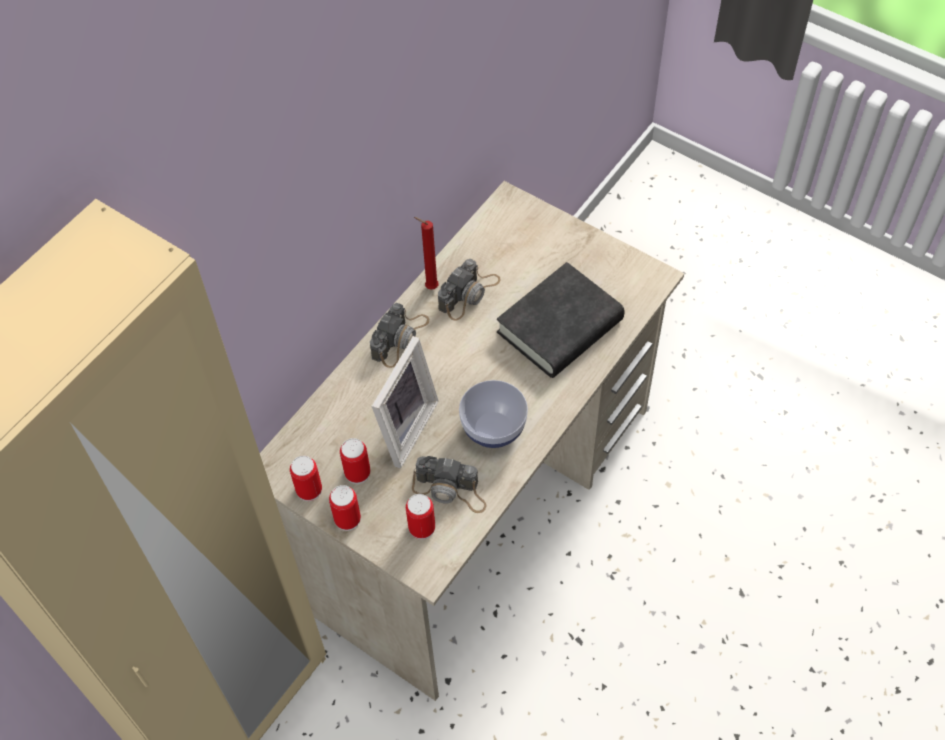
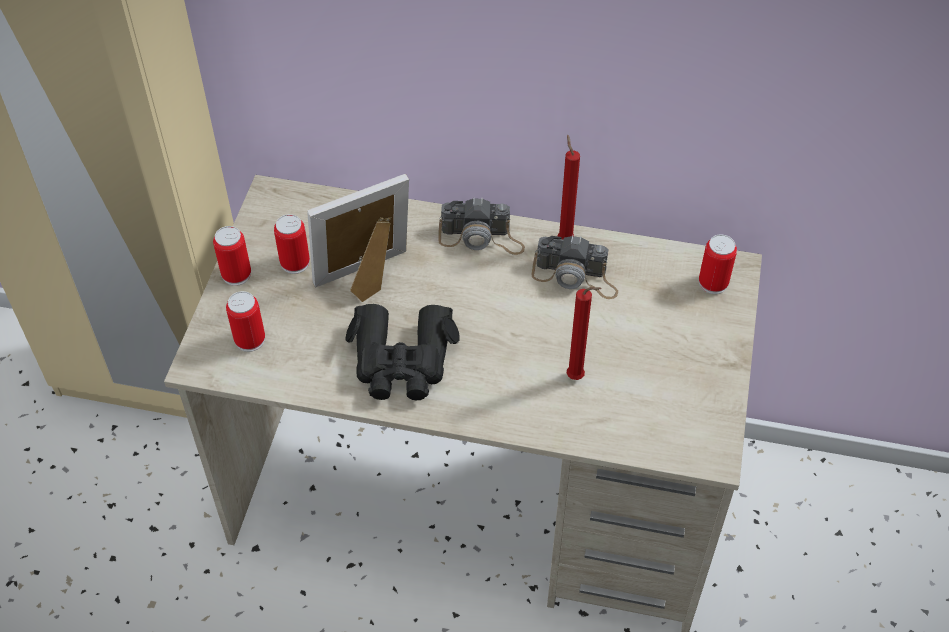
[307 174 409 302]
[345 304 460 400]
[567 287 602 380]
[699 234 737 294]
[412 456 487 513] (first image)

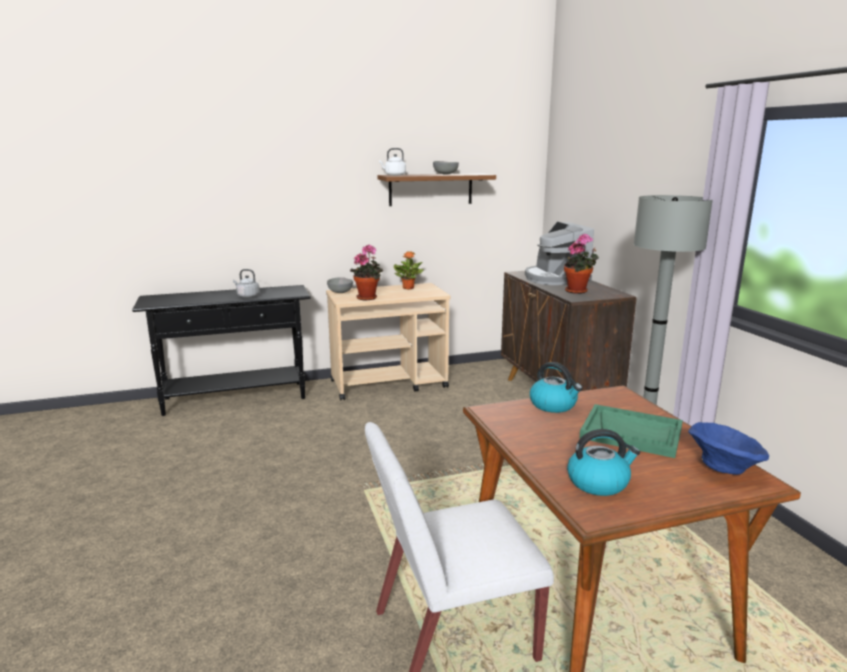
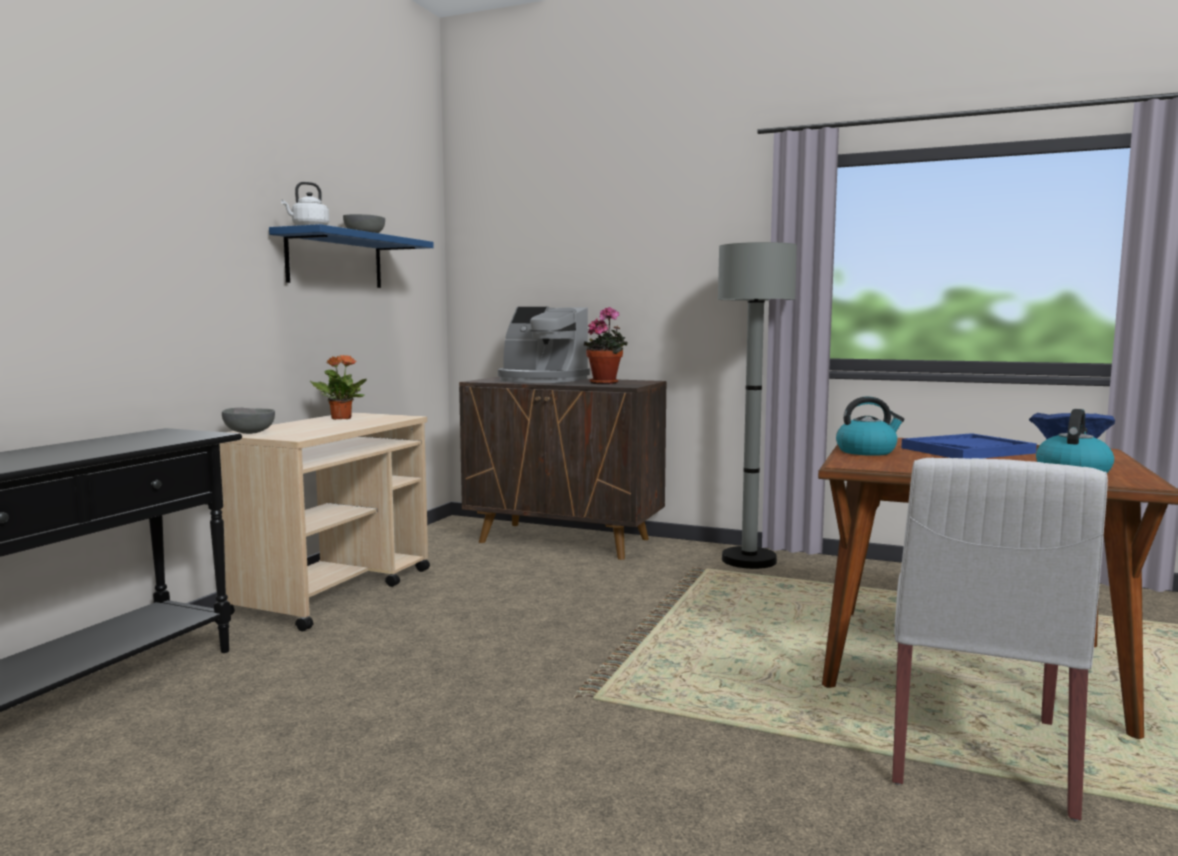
[269 224 434 288]
[901 433 1037 459]
[233 269 260 298] (first image)
[350 245 383 300] (first image)

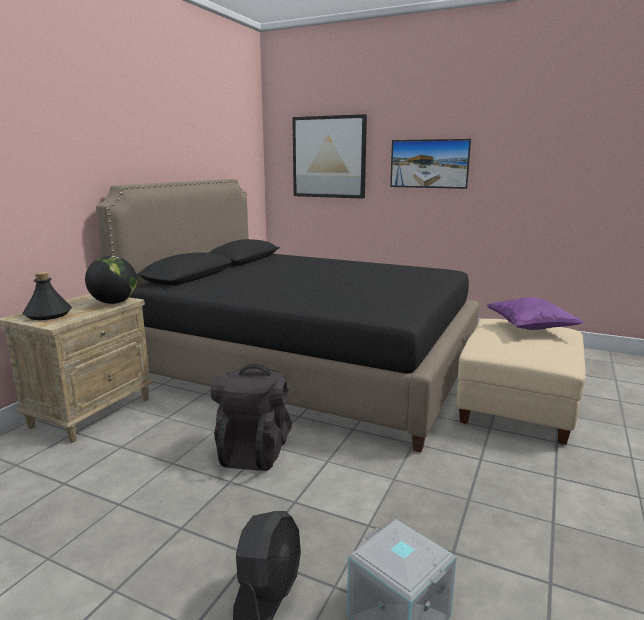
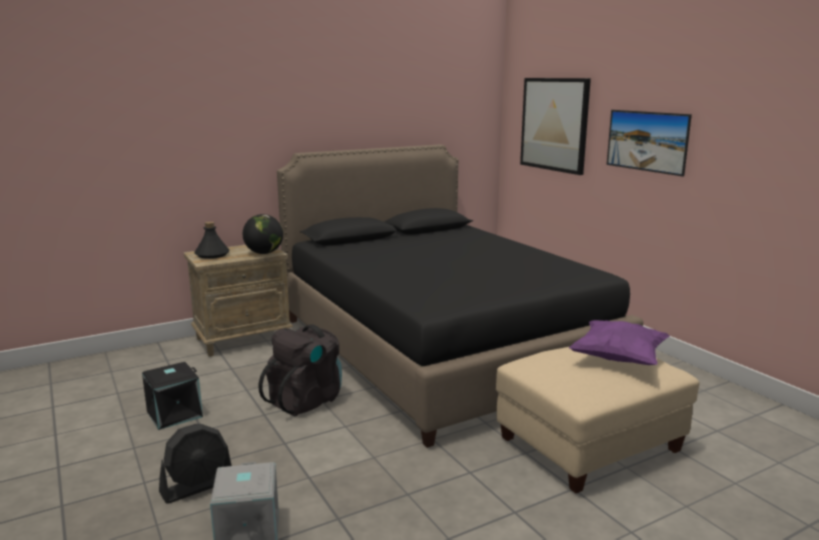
[142 362 203 430]

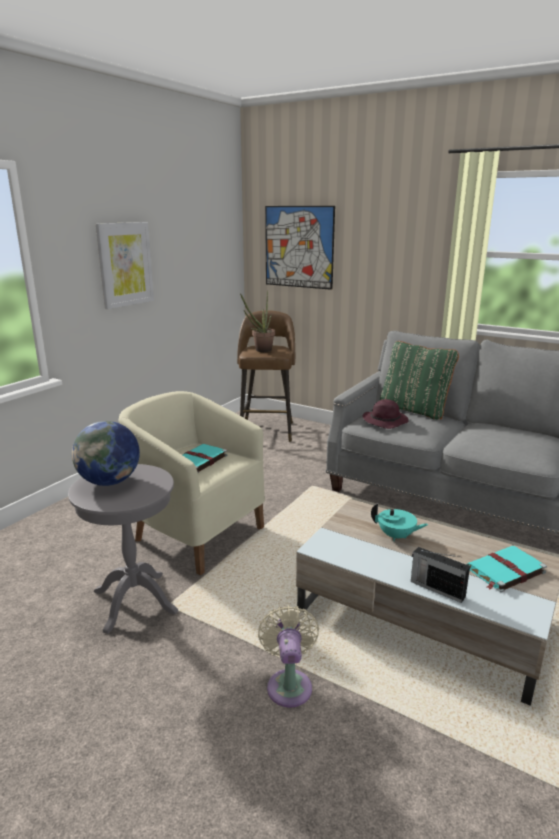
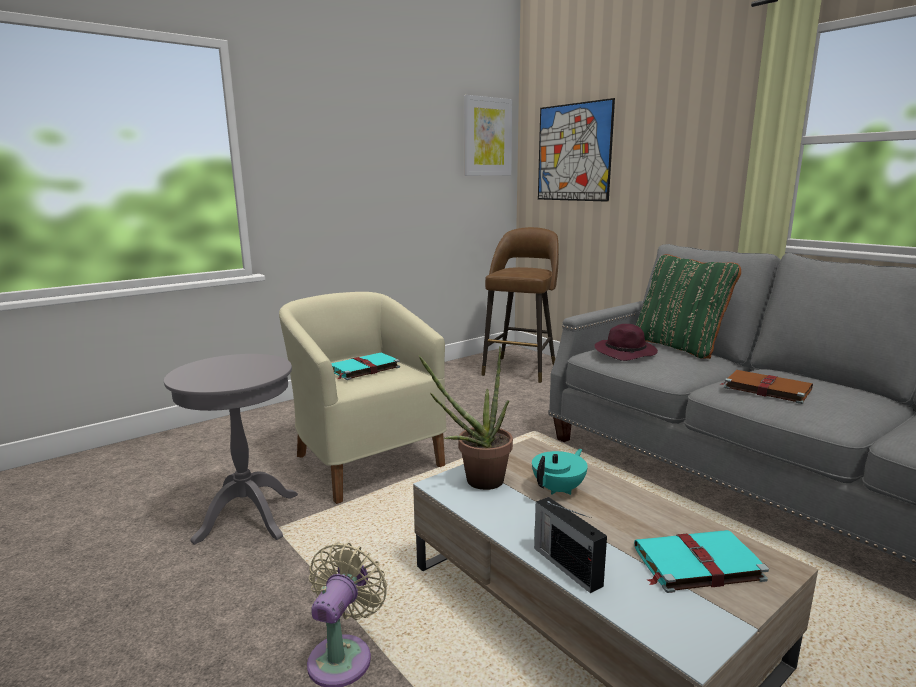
[419 346 513 490]
[464 95 512 176]
[532 449 588 495]
[721 370 813 404]
[72 421 140 486] (first image)

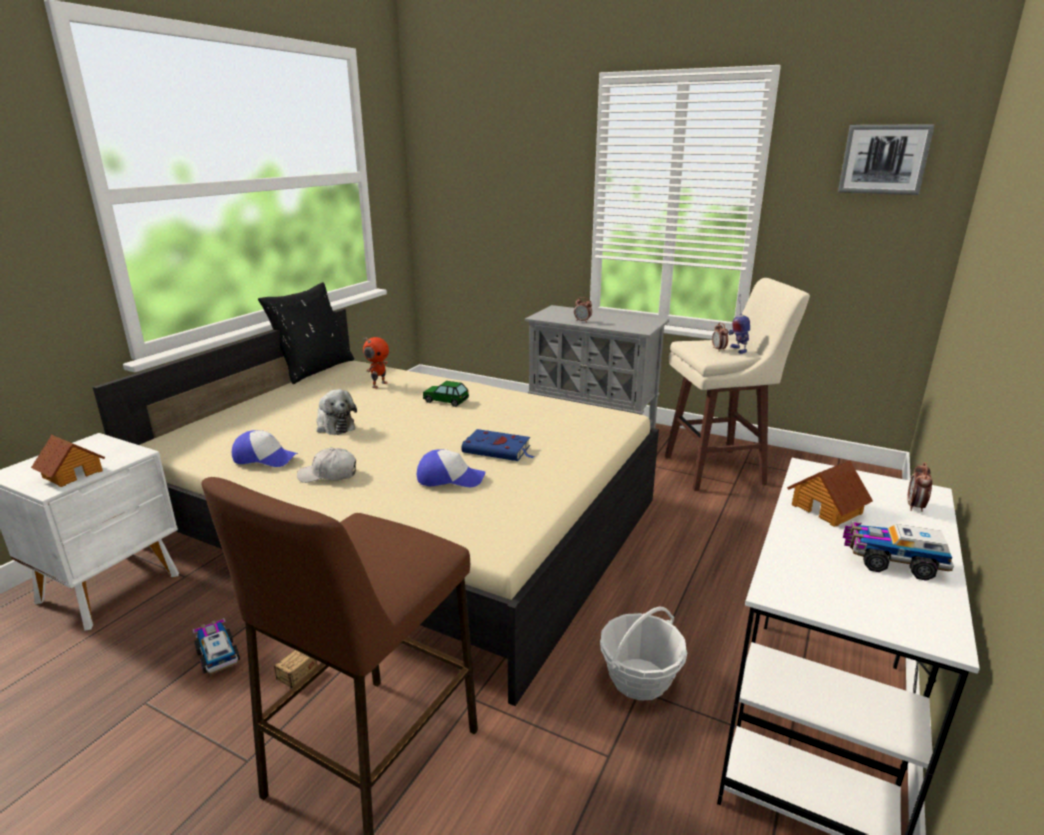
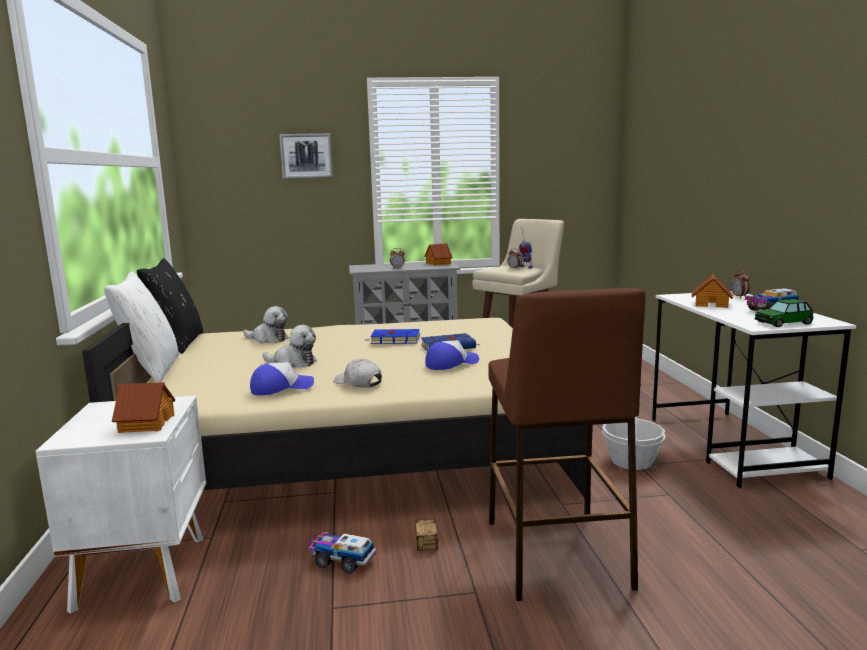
[104 271 179 383]
[243 306 289 343]
[279 133 333 179]
[334 359 382 388]
[364 329 420 344]
[425 243 453 265]
[755 299 814 327]

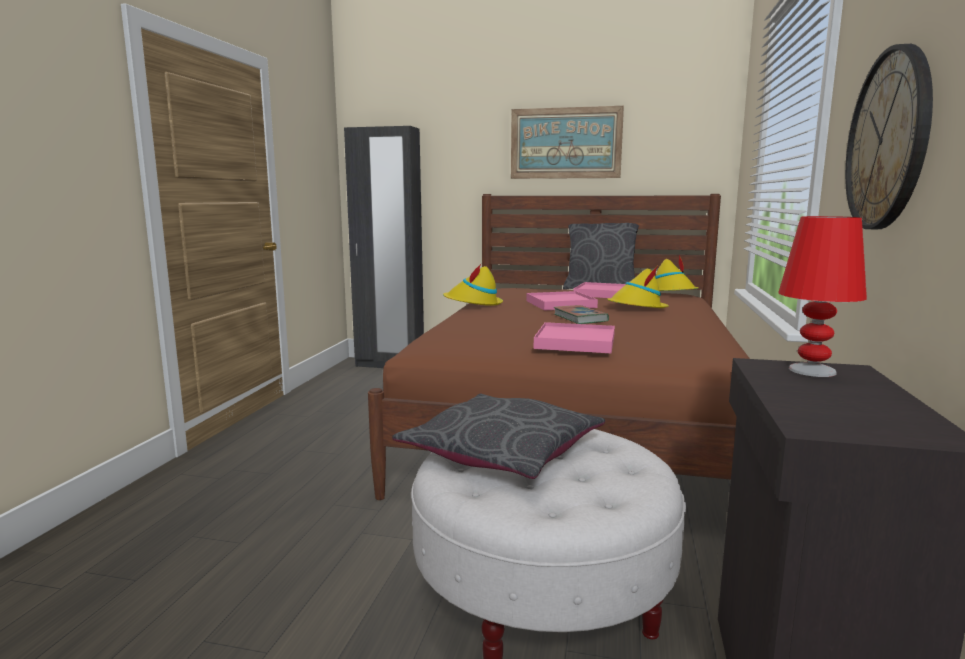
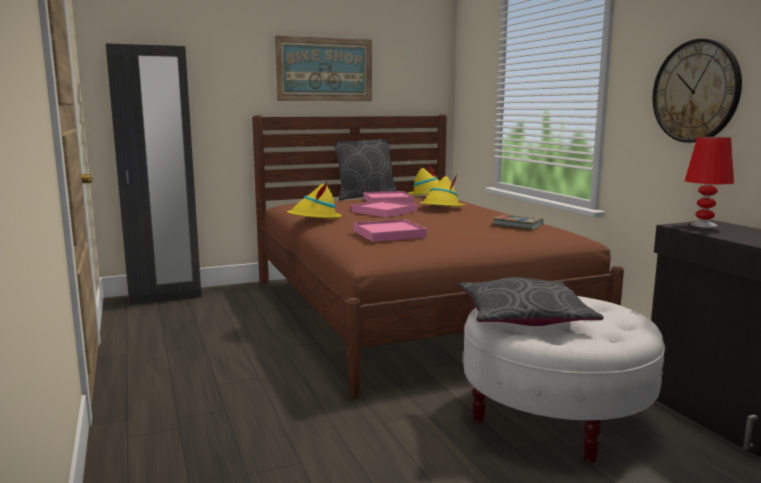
[354 219 427 242]
[493 215 543 230]

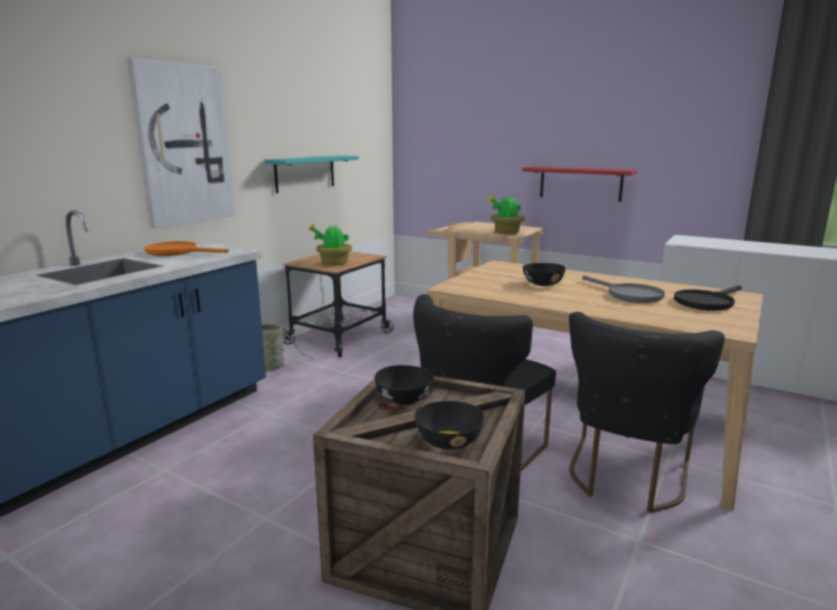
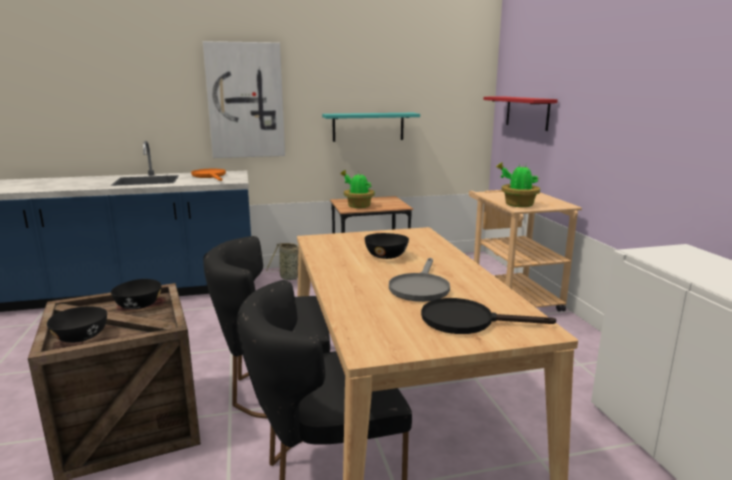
[483 97 558 131]

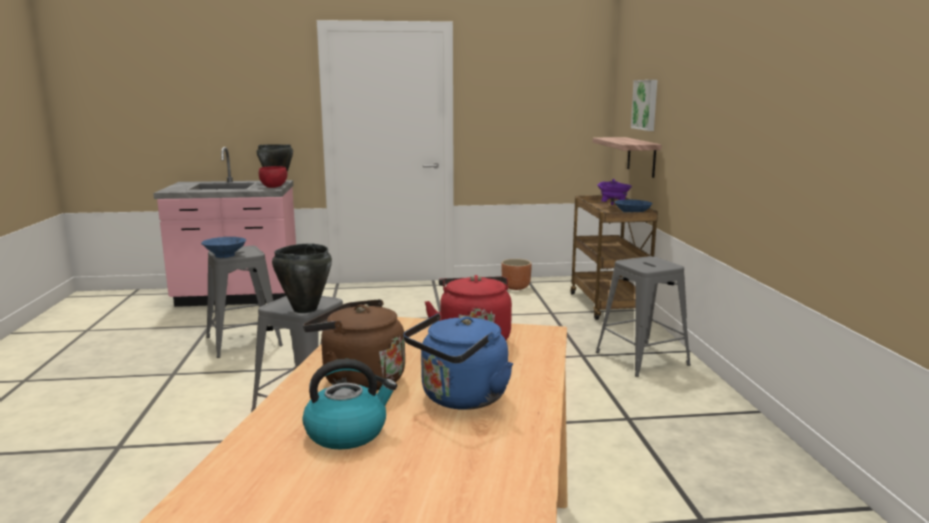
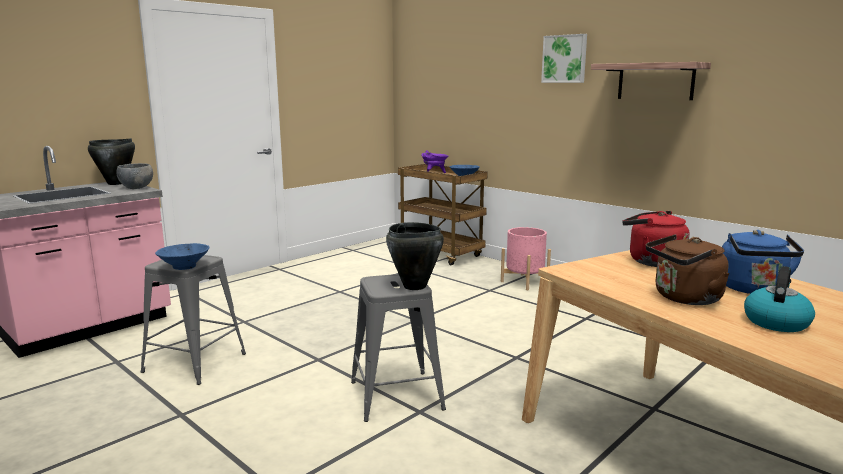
[117 163 153 189]
[501 227 551 290]
[541 34 587 83]
[591 62 711 100]
[501 259 532 290] (first image)

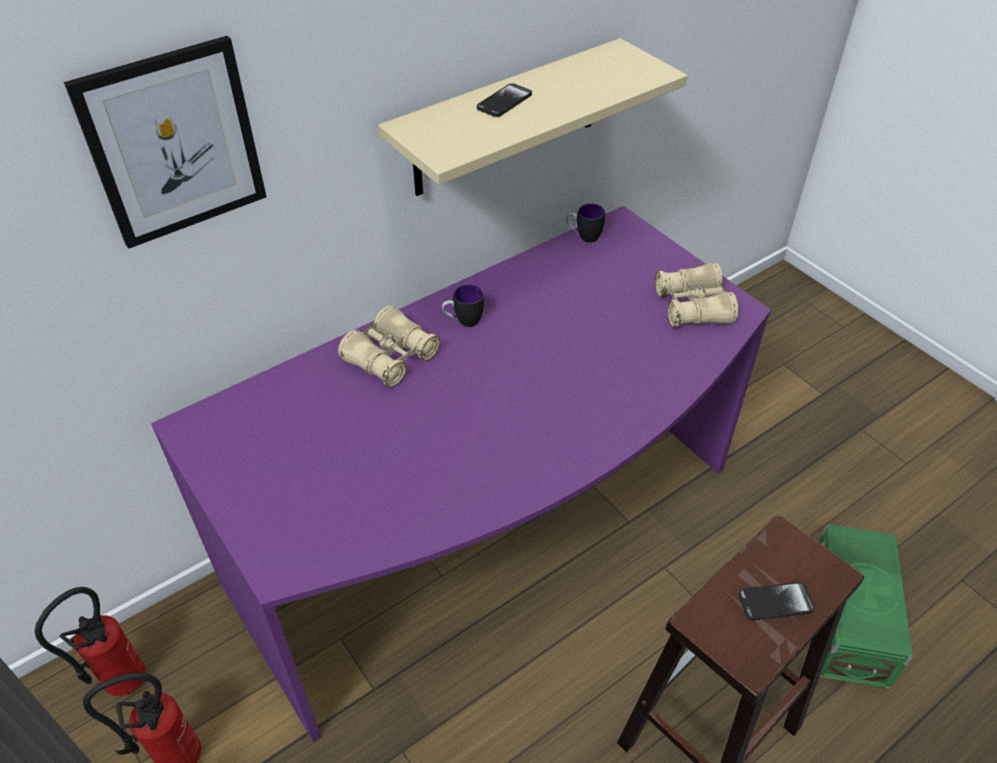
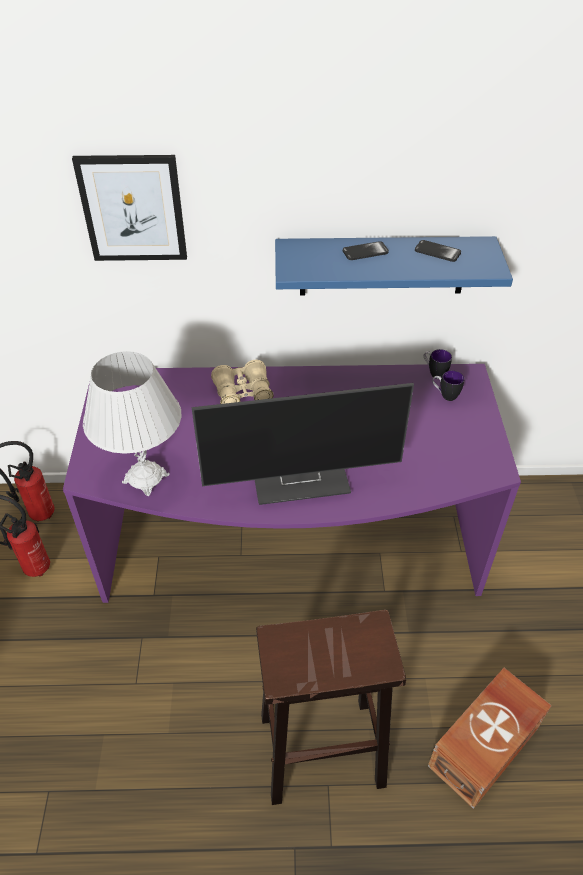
[83 351 181 496]
[192 383 414 505]
[275 236 513 296]
[415 240 461 262]
[428 668 552 809]
[432 371 464 401]
[655 263 738 327] (first image)

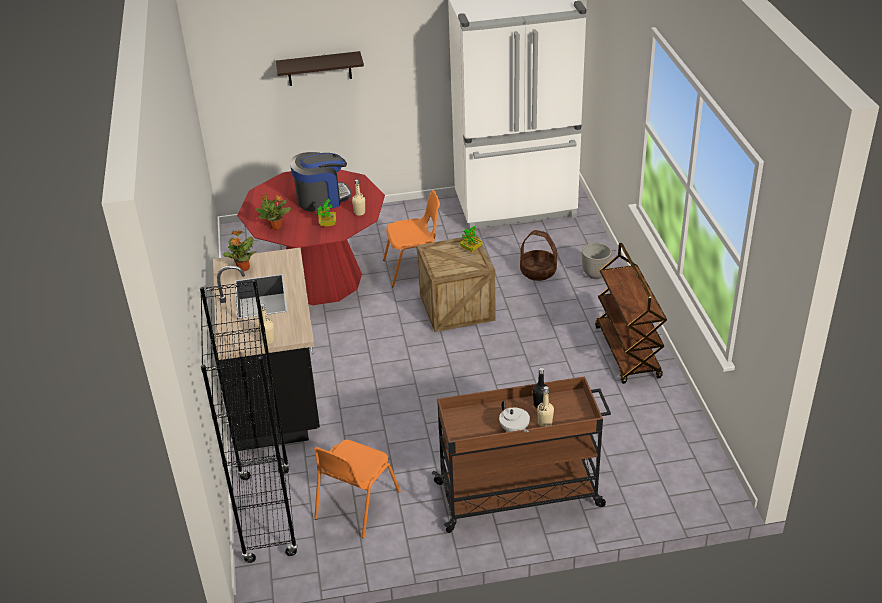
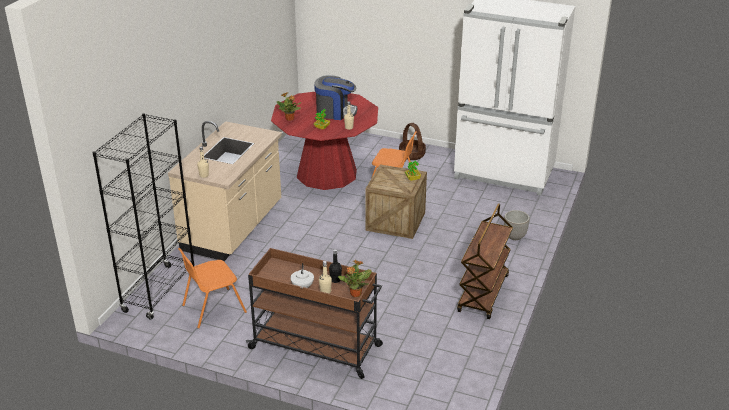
[168 121 282 261]
[338 260 372 297]
[399 123 426 160]
[276 51 364 86] (first image)

